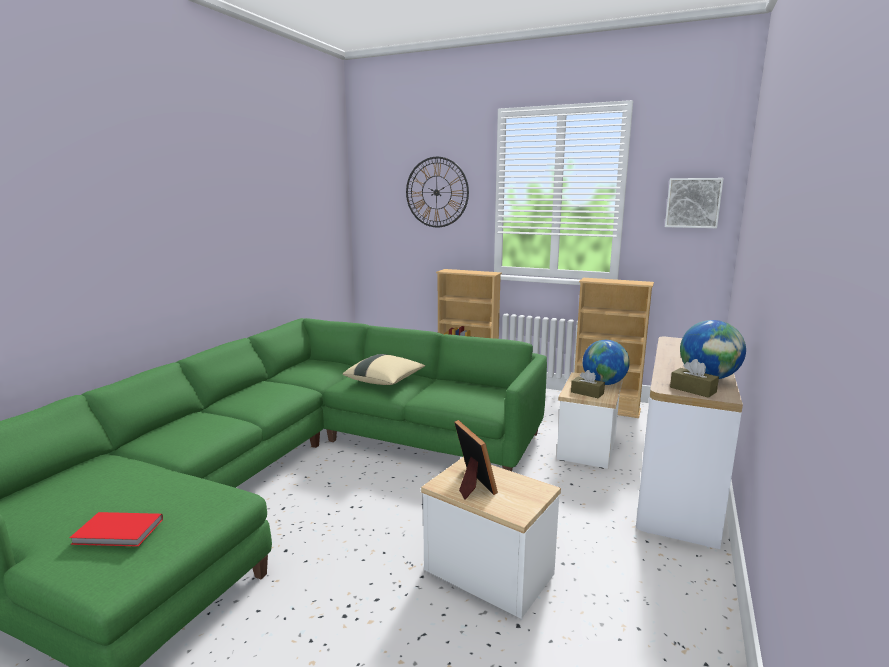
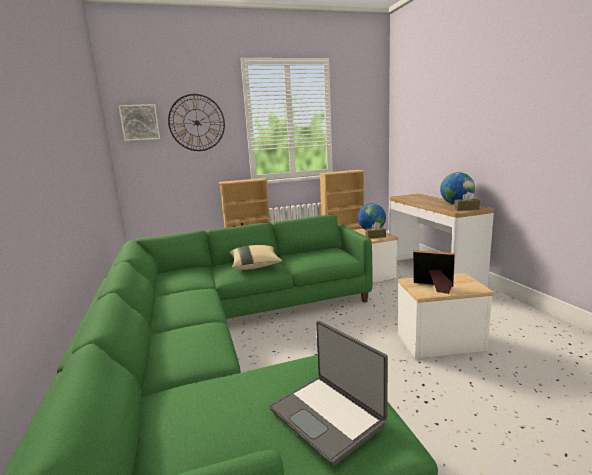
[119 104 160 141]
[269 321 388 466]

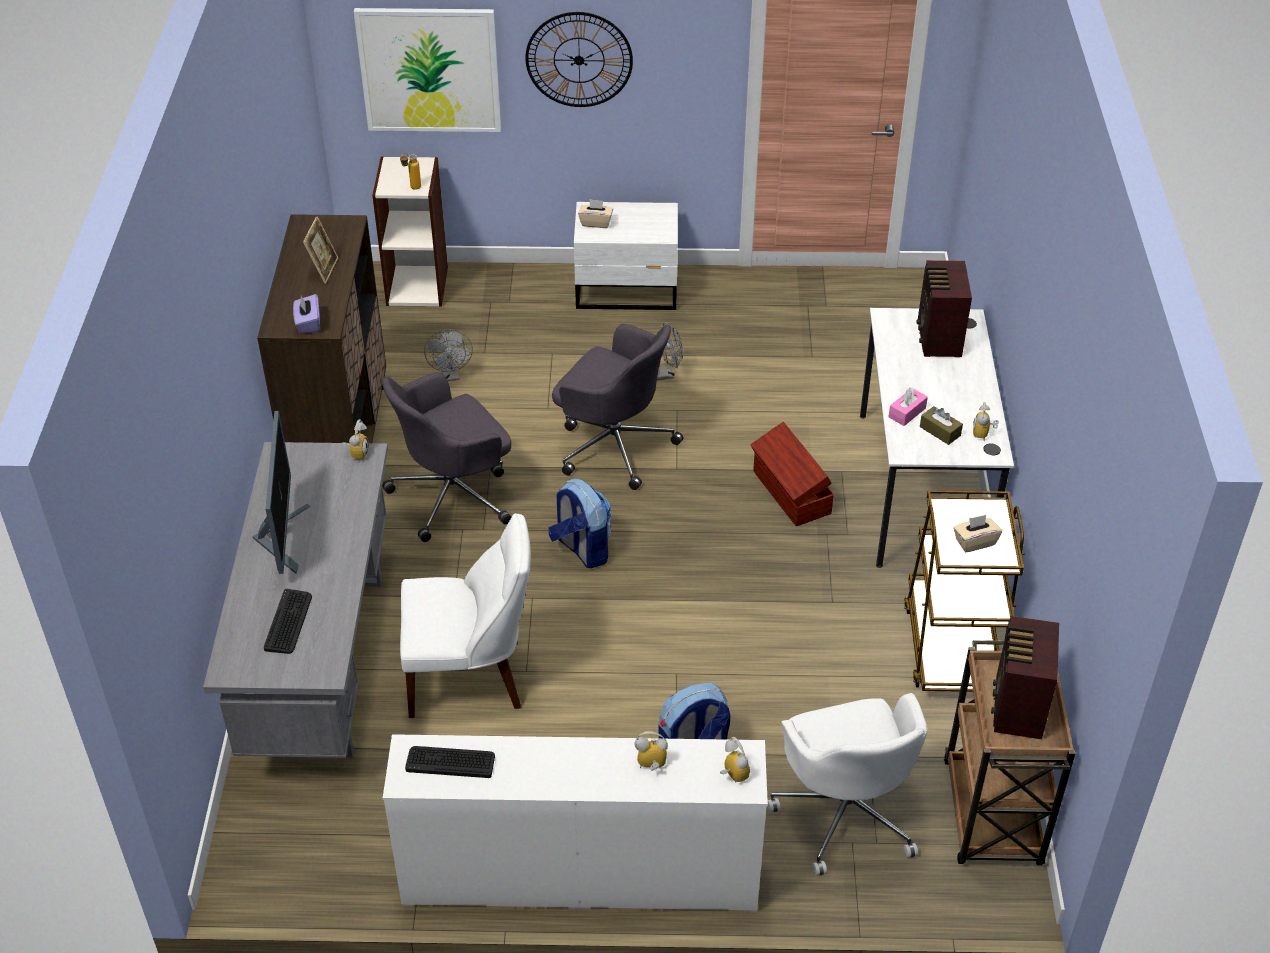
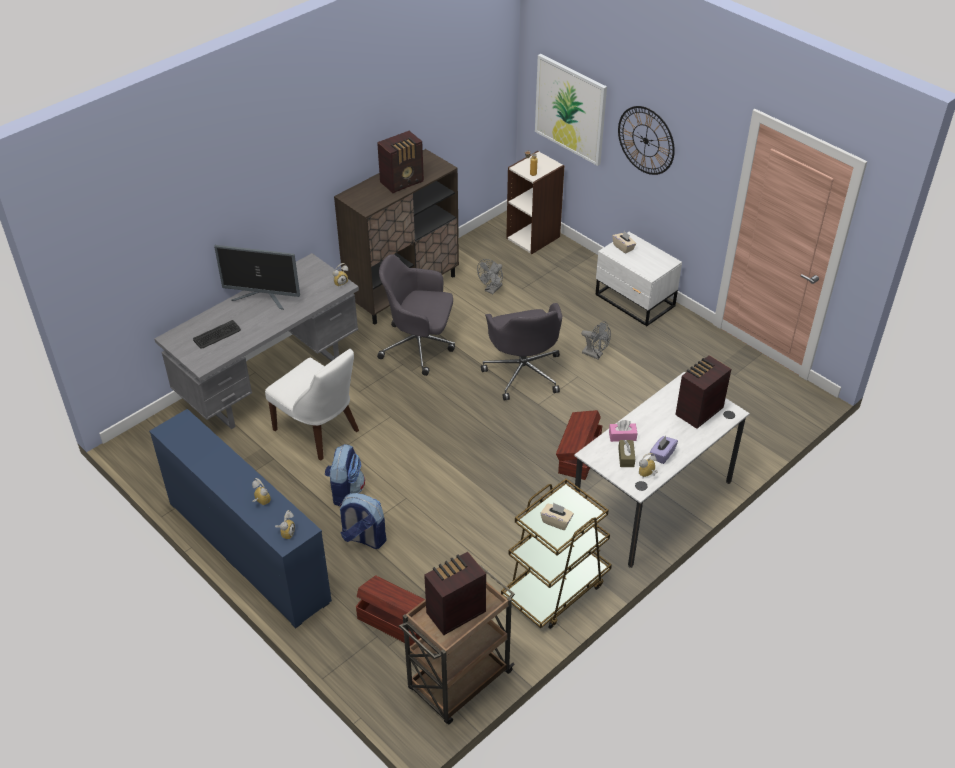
[149 409 332 628]
[214 245 300 310]
[325 444 365 507]
[356 575 425 646]
[377 131 424 193]
[650 436 678 464]
[405 746 495 778] (first image)

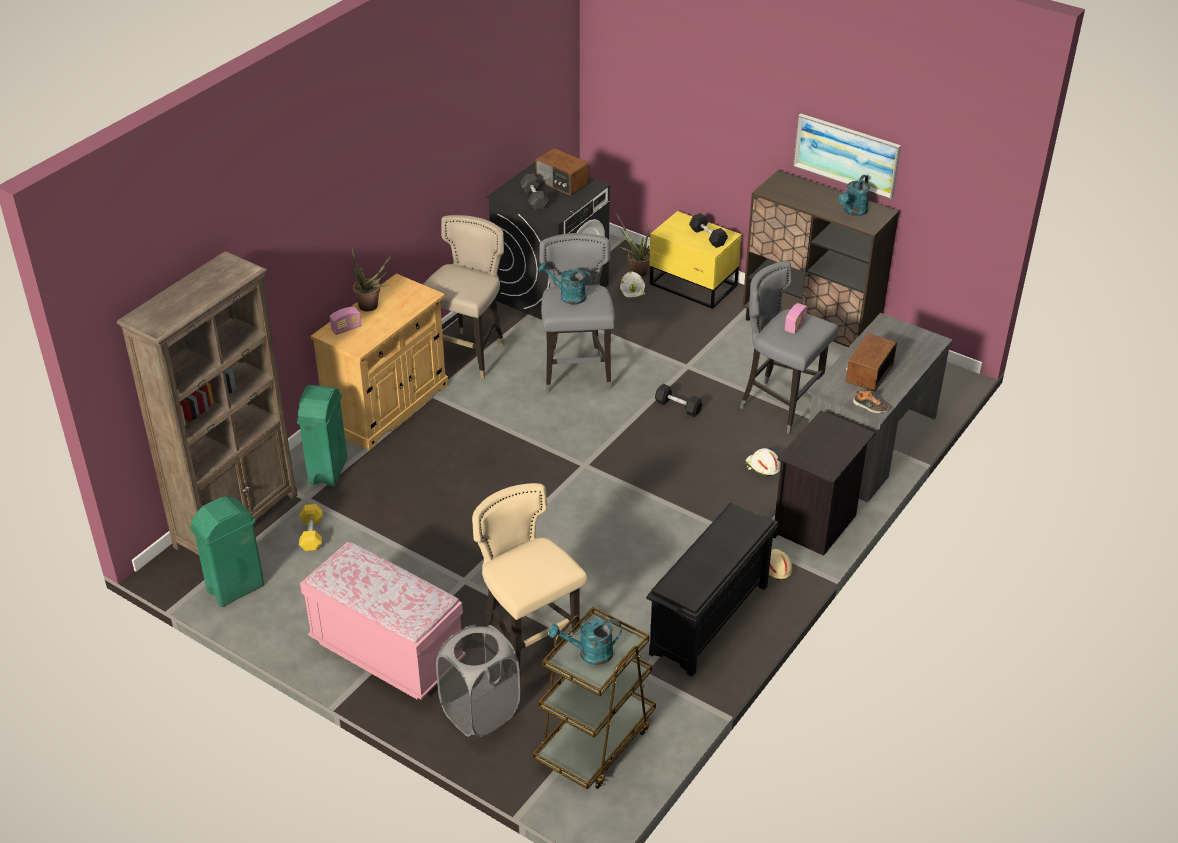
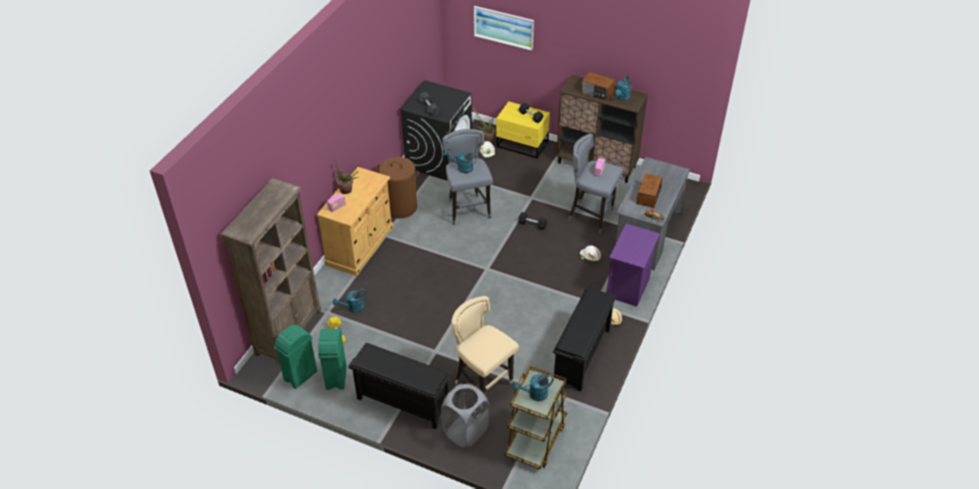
[318 329 347 390]
[333 289 366 313]
[348 343 451 429]
[376 157 419 219]
[473 6 534 51]
[581 72 615 101]
[607 224 660 307]

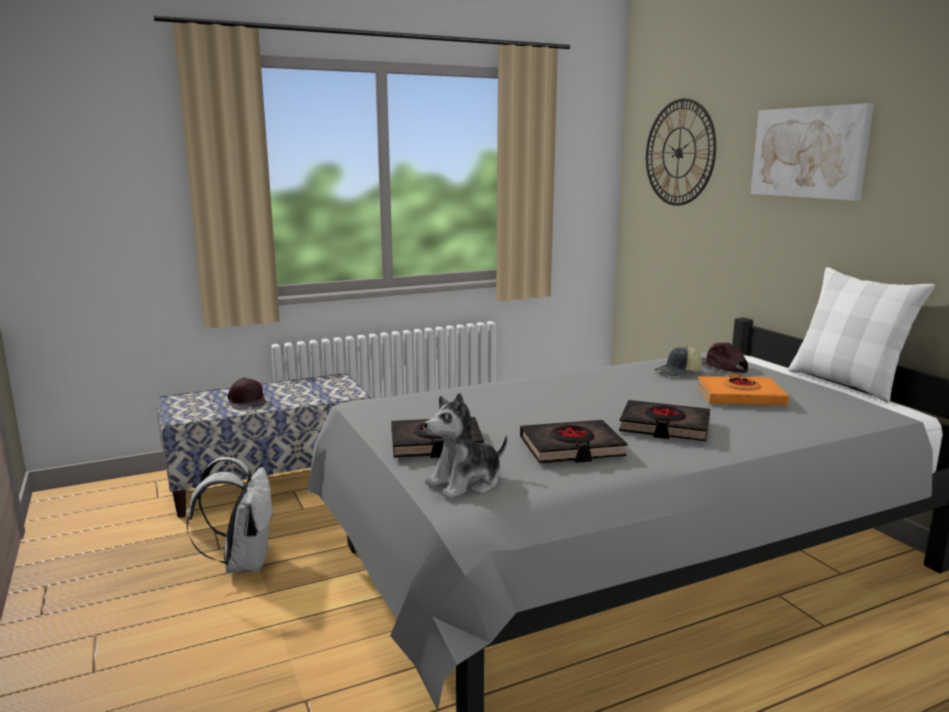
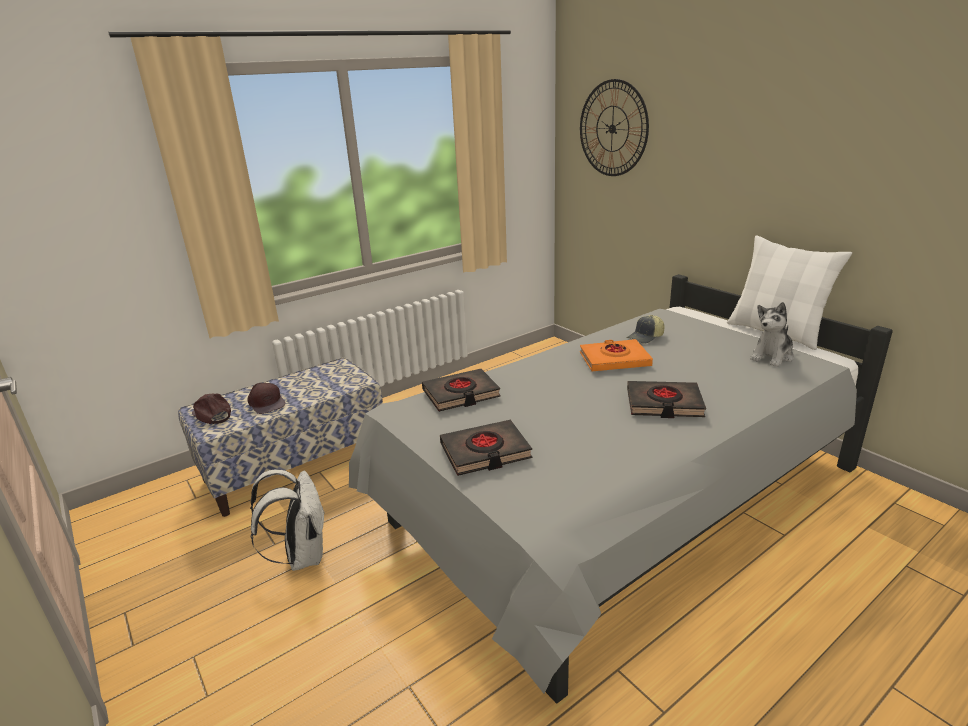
[192 393 231 424]
[422 369 501 412]
[580 339 653 371]
[750 302 794 367]
[751 103 874 201] (first image)

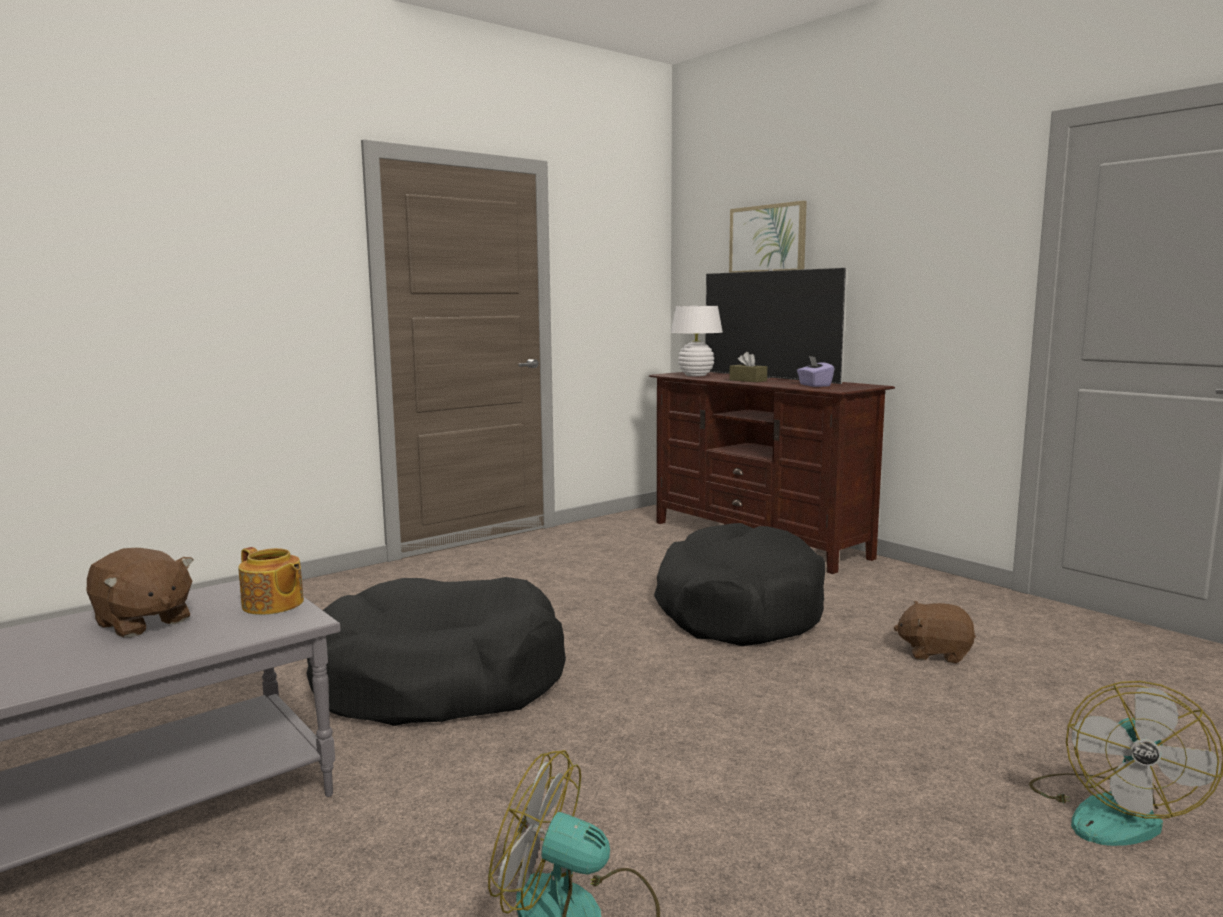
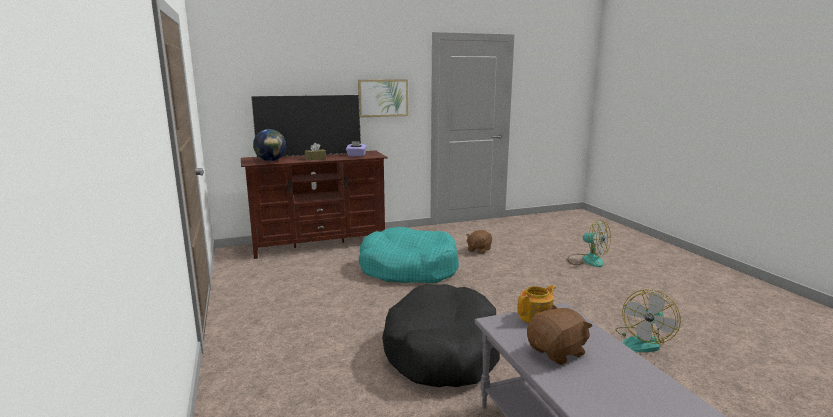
[253 129 286 161]
[358 79 408 117]
[359 227 459 283]

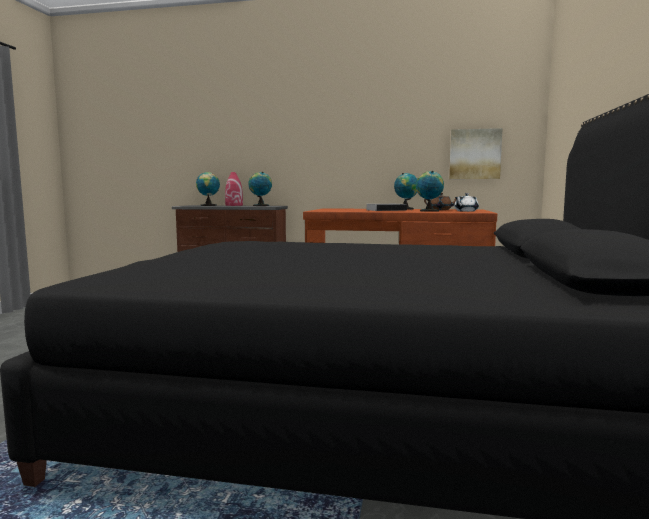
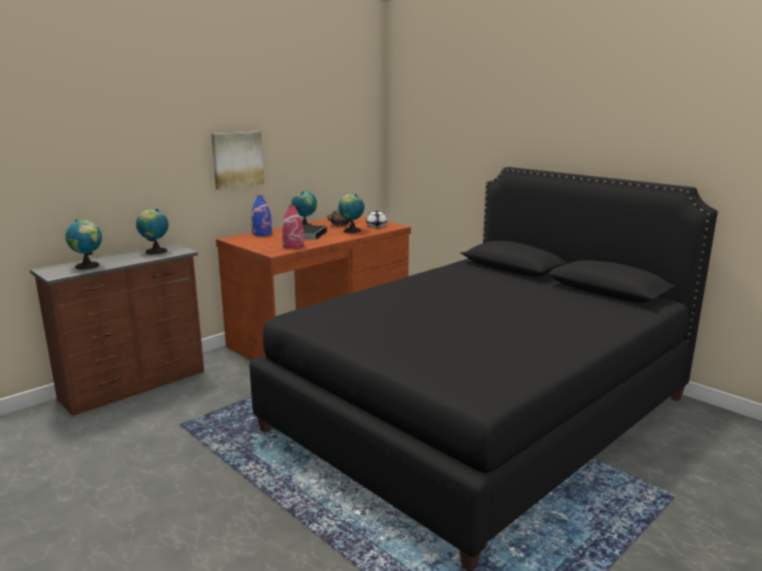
[211 131 264 190]
[251 195 272 236]
[282 205 304 249]

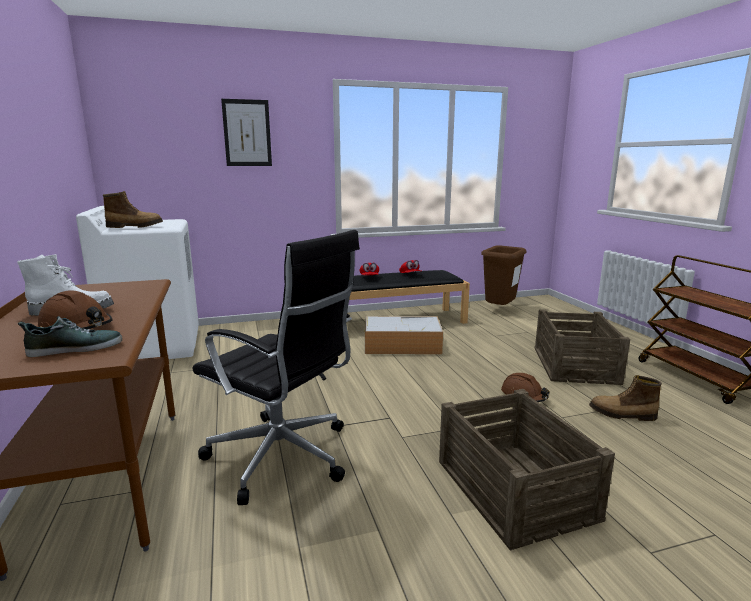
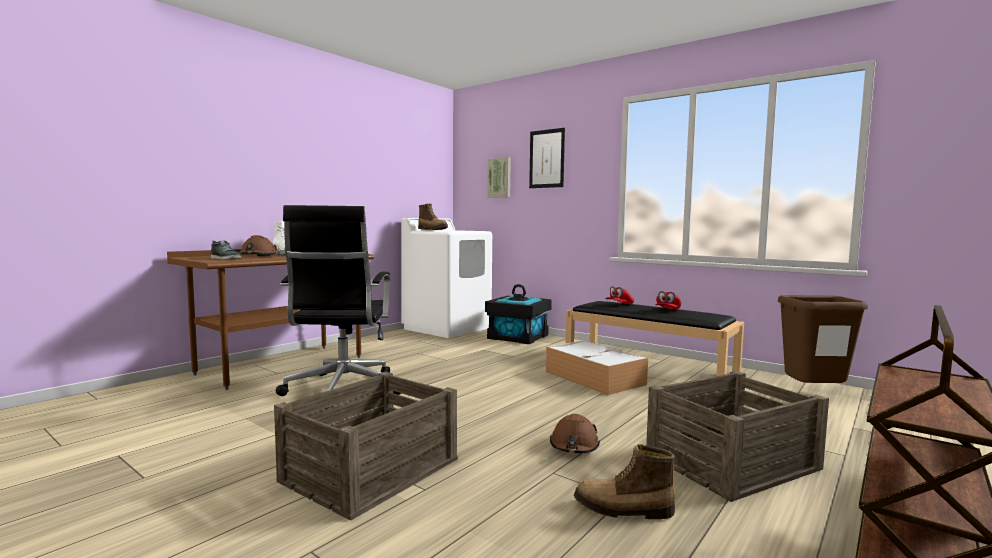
[485 284 552 344]
[487 157 511 198]
[574 444 675 519]

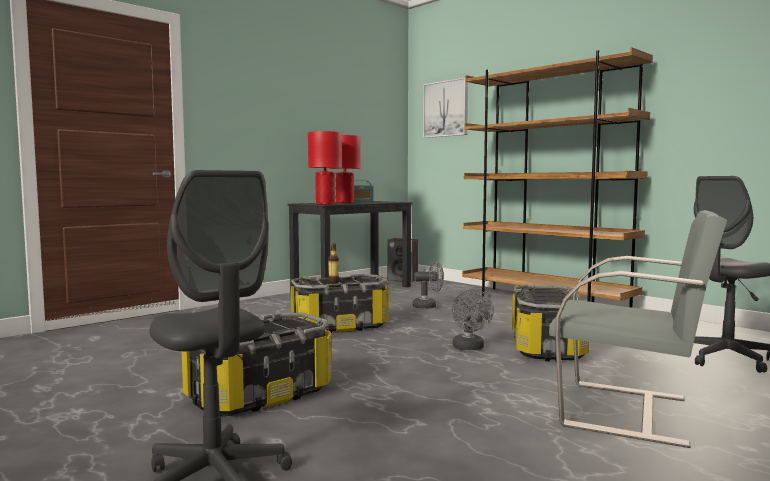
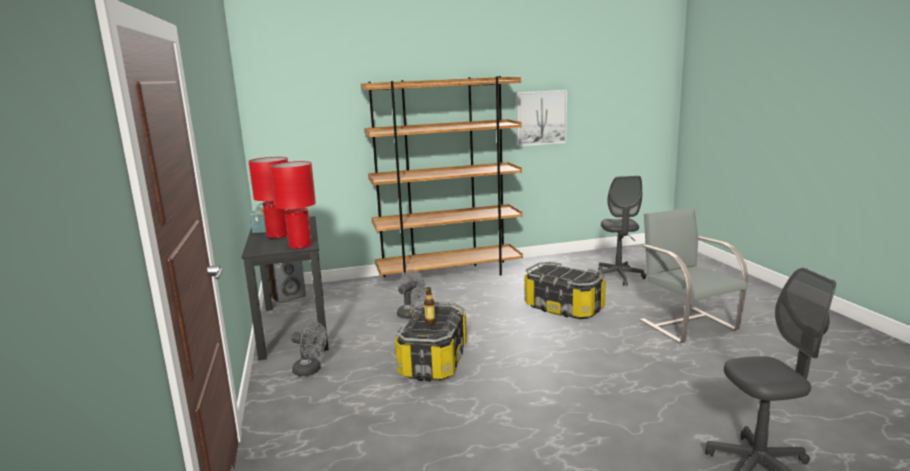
[291 322 327 376]
[516 90 567 146]
[640 207 748 344]
[182 313 332 416] (first image)

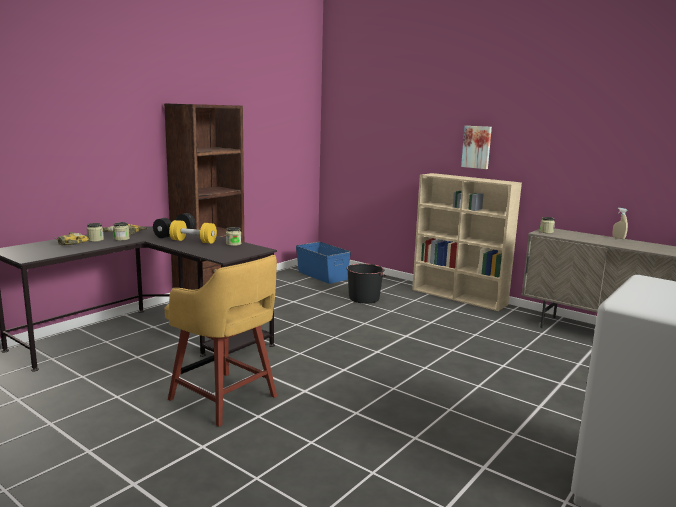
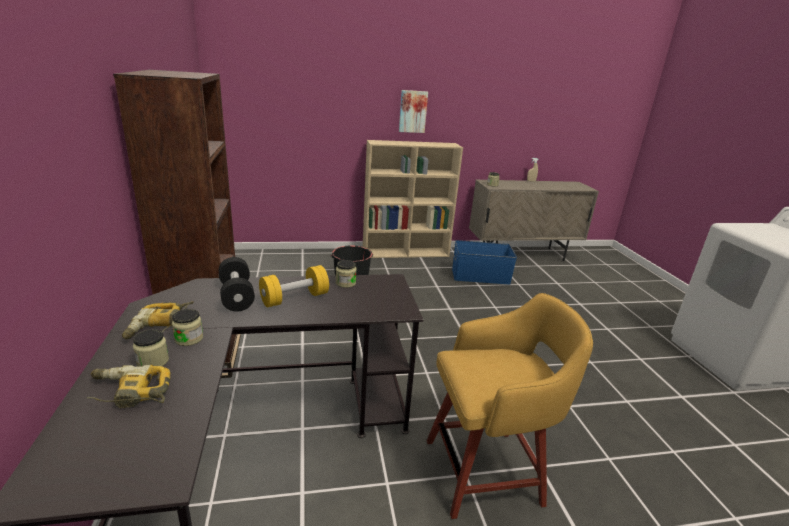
[452 240 517 285]

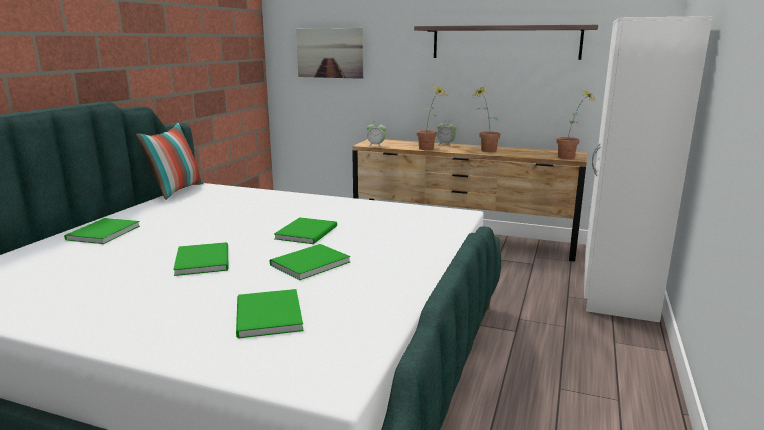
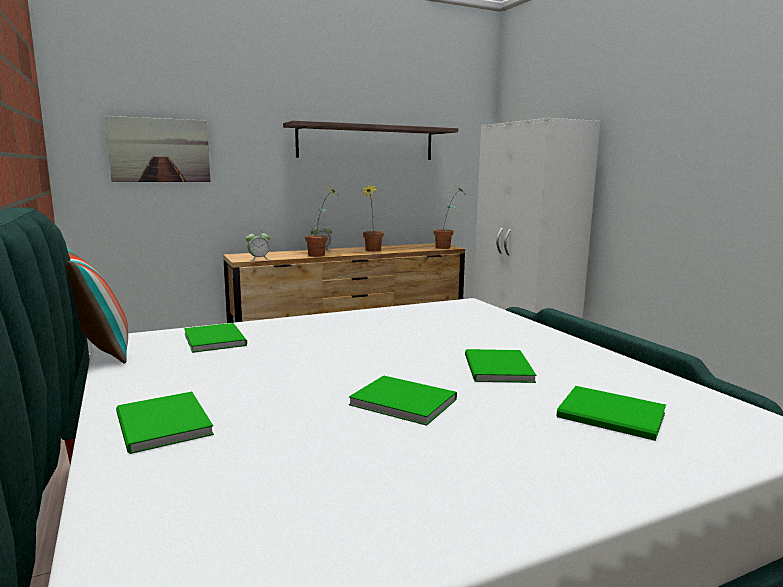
[184 323 247 353]

